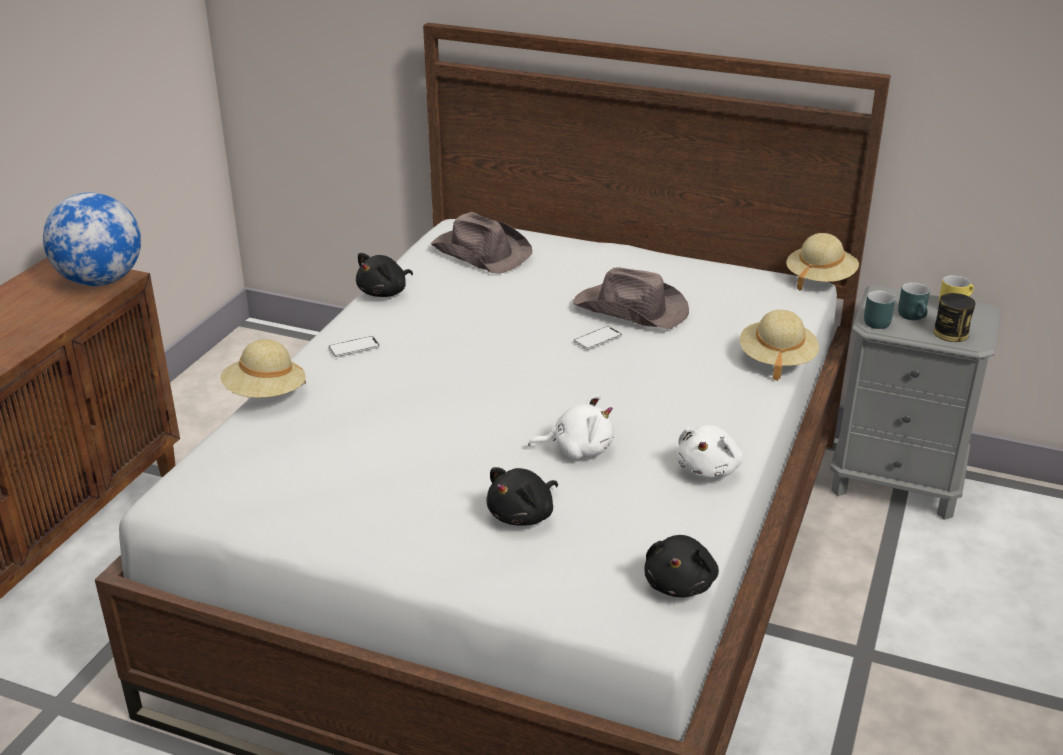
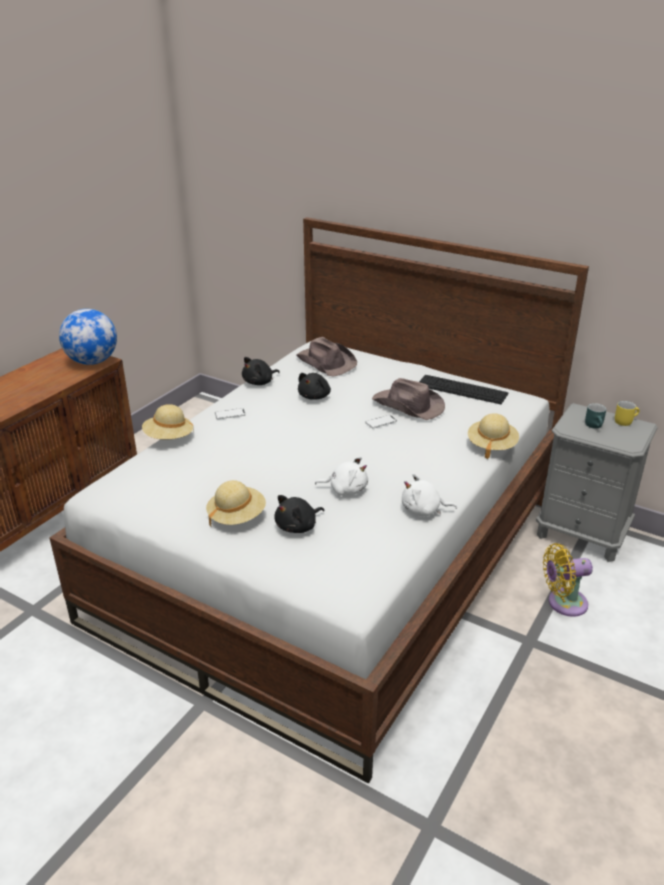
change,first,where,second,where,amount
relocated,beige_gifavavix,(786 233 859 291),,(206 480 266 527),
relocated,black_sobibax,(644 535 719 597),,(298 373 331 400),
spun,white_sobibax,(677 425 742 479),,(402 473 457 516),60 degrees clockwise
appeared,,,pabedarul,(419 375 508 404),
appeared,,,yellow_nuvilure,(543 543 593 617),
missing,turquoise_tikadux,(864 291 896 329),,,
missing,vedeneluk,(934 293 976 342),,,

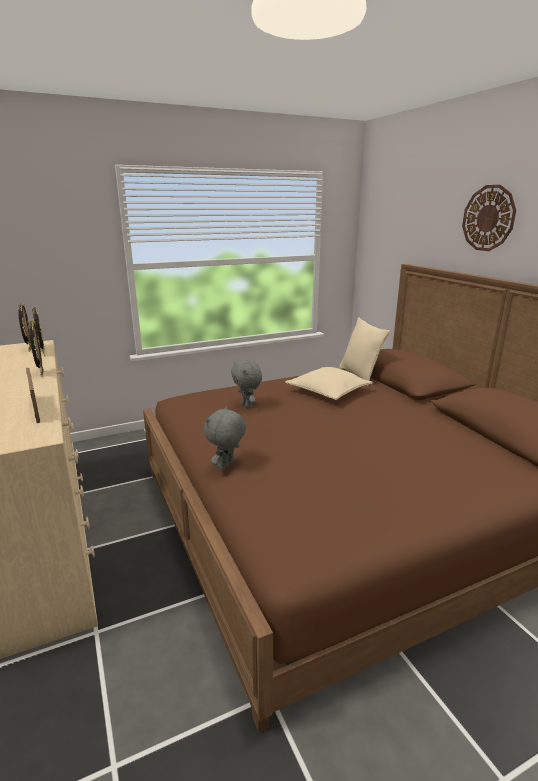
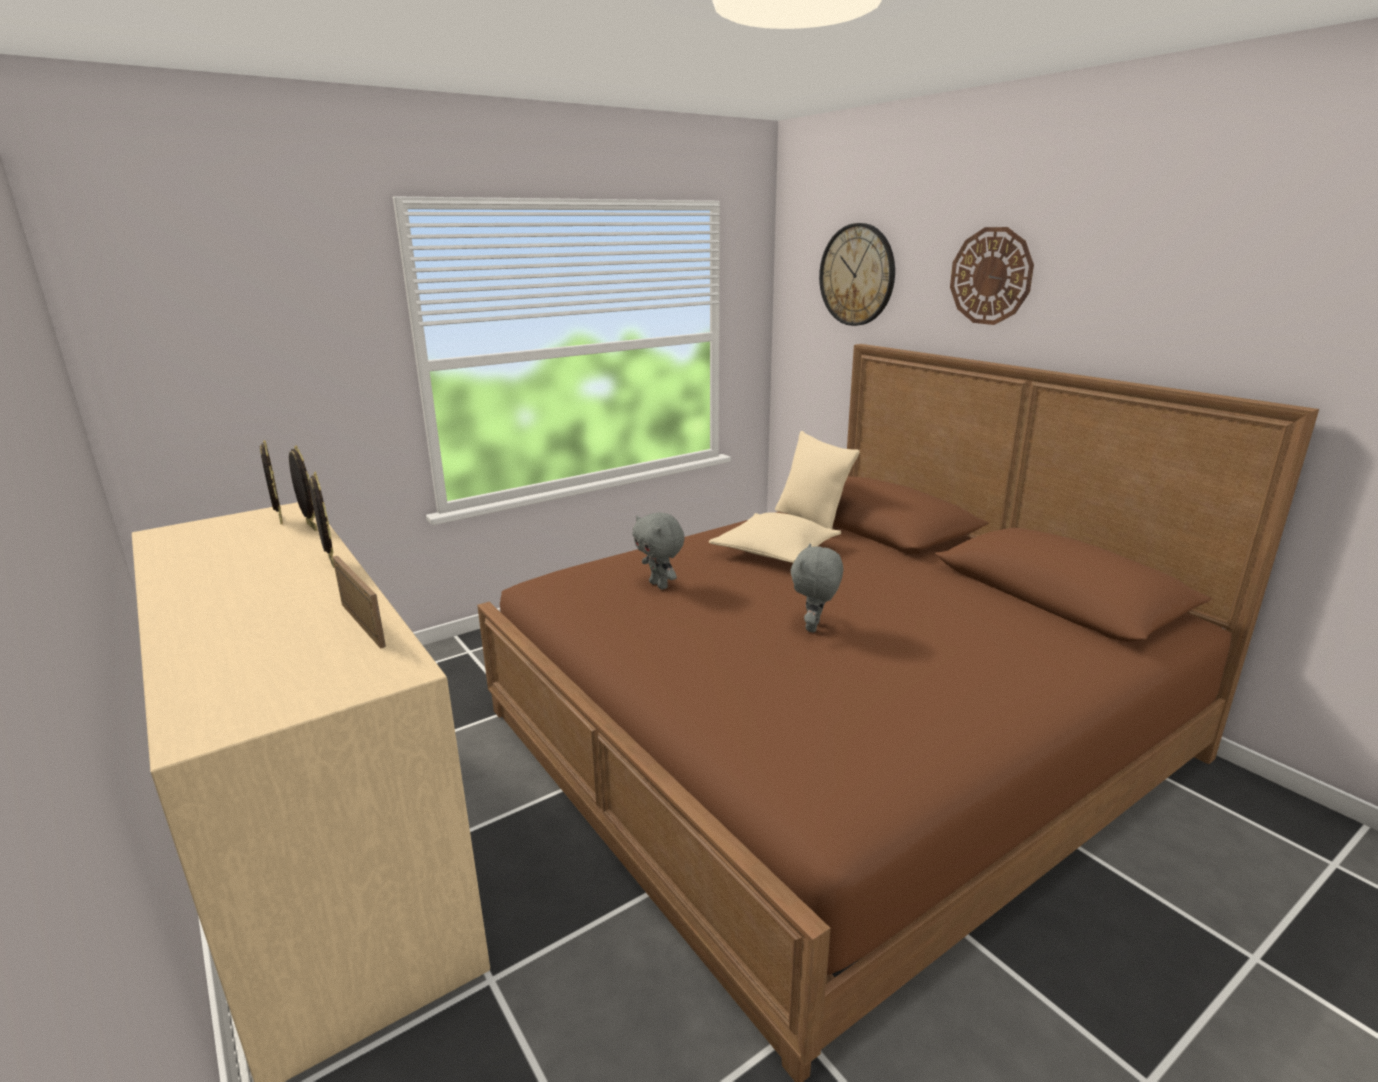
change,first,where,second,where,amount
relocated,grey_sobibax,(204 407 246 470),,(791 543 843 633),
appeared,,,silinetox,(819 223 895 326),

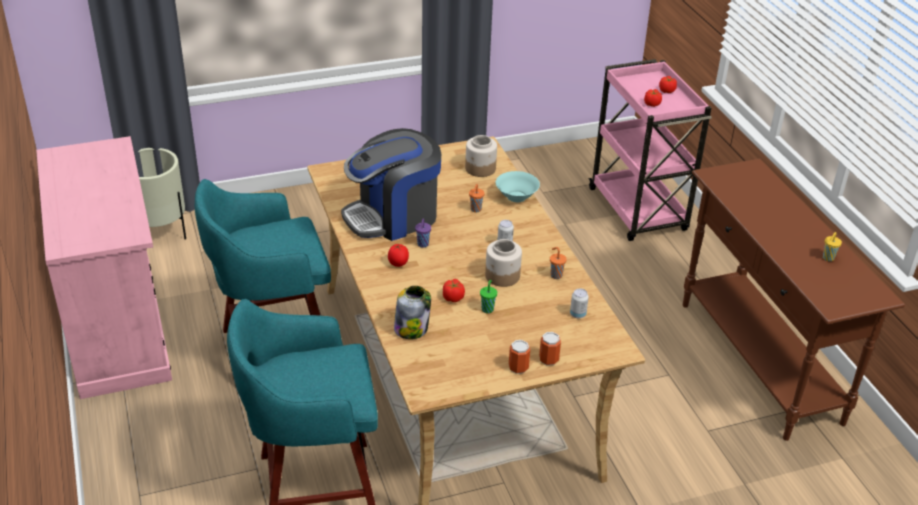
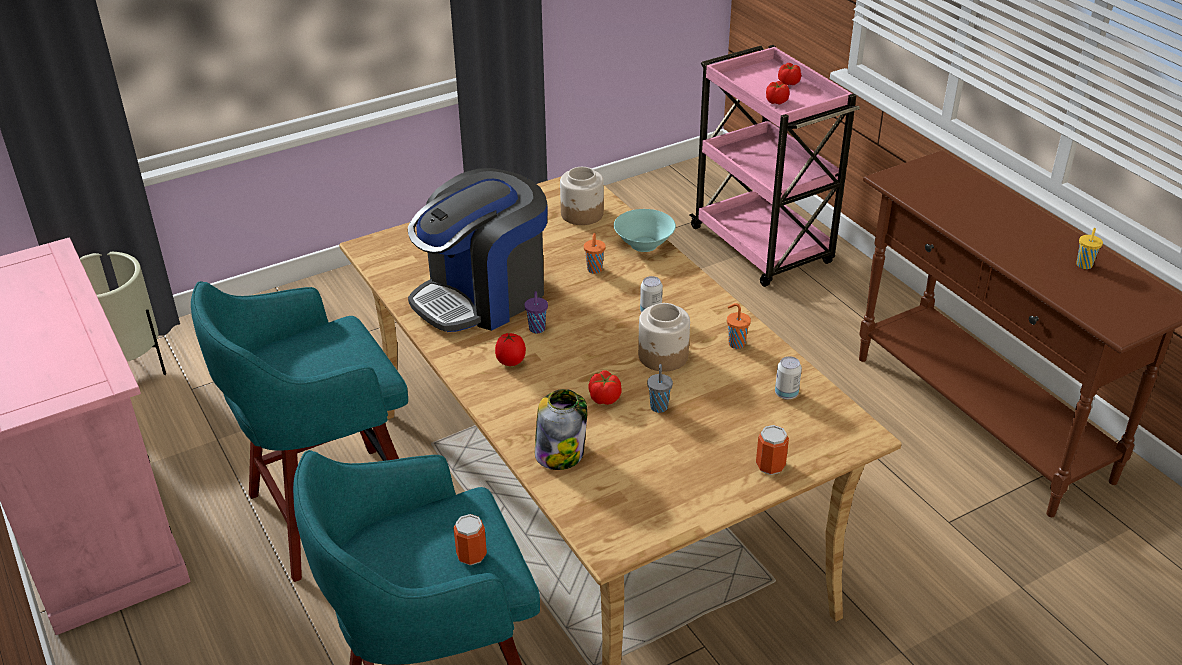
change,first,where,second,where,amount
relocated,vedeneluk,(509 340 530 374),,(453 514 487 565),
colour,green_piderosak,(480 280 497 313),grey_piderosak,(647 364 673 413),

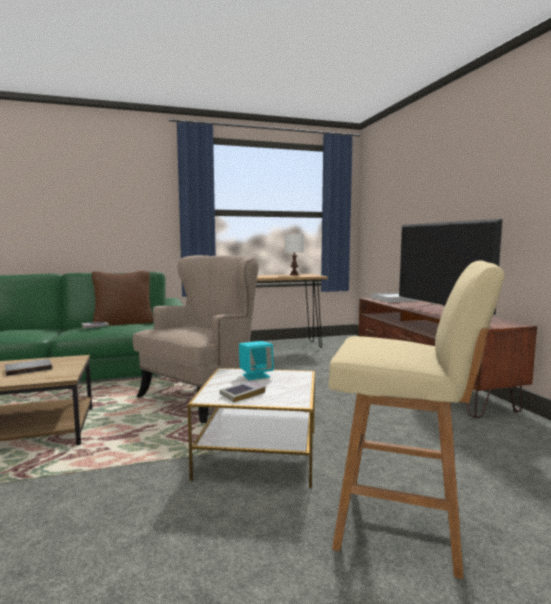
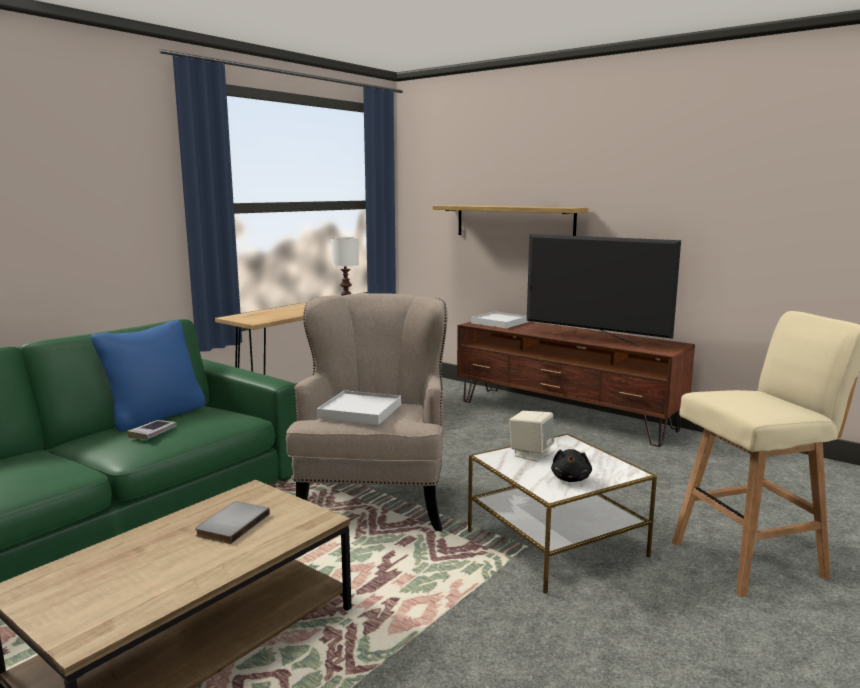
change,first,where,second,where,amount
colour,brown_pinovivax,(92 270 153 325),blue_pinovivax,(91 320 205 431),
appeared,,,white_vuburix,(317 390 401 425),
appeared,,,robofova,(433 205 589 236),
colour,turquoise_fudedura,(239 341 274 380),beige_fudedura,(509 411 554 461),
exchanged,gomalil,(220 381 266 402),black_sobibax,(551 449 592 482),

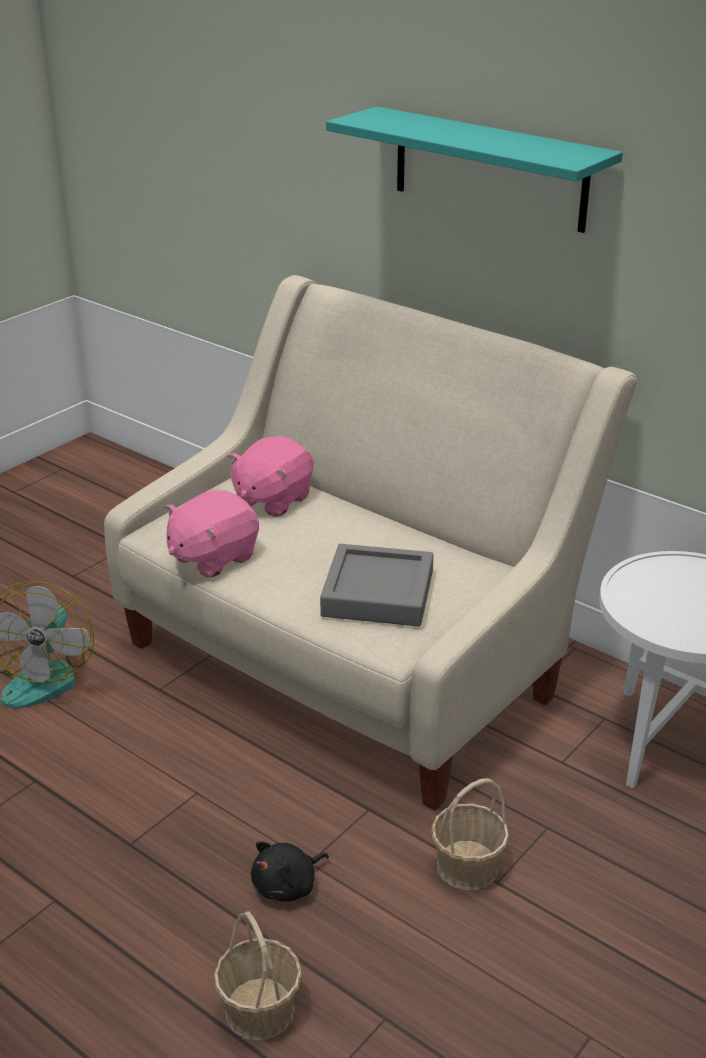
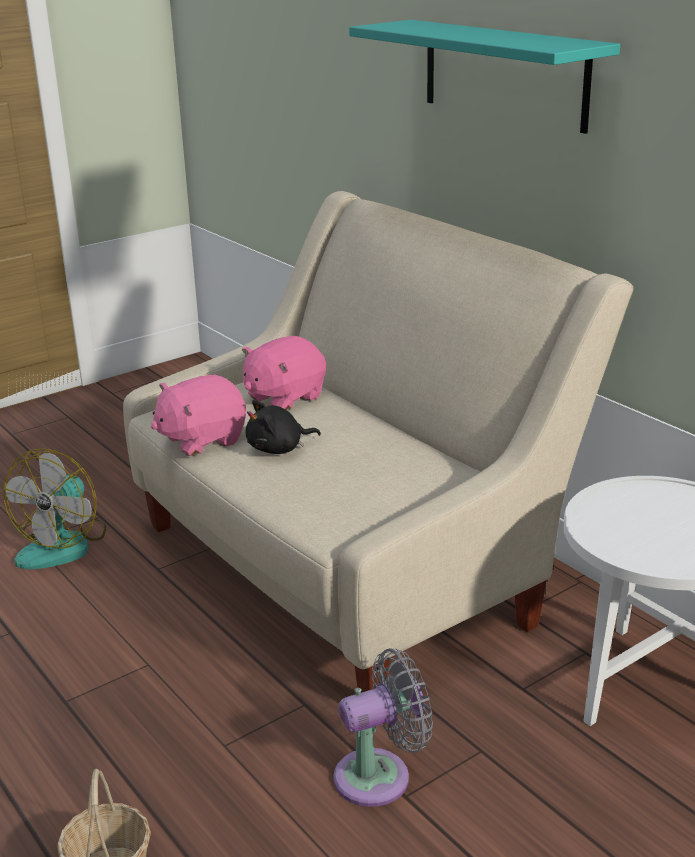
change,first,where,second,where,amount
relocated,black_sobibax,(251 841 329 902),,(246 400 321 454),
exchanged,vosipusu,(431 778 509 890),grey_nuvilure,(334 648 433 807),
missing,grey_vuburix,(320 544 433 627),,,

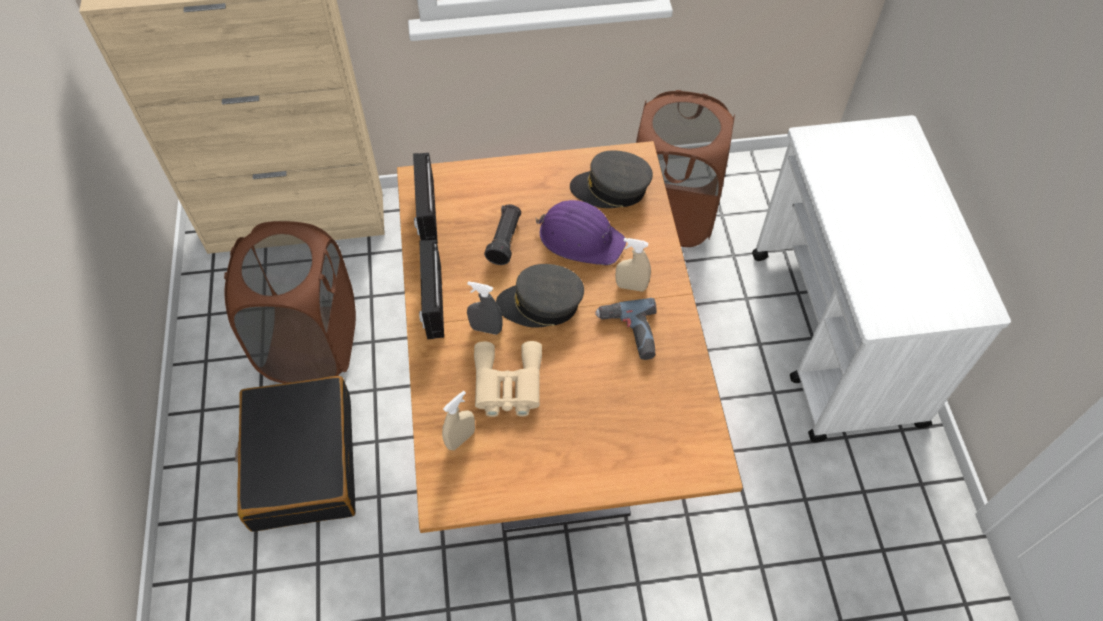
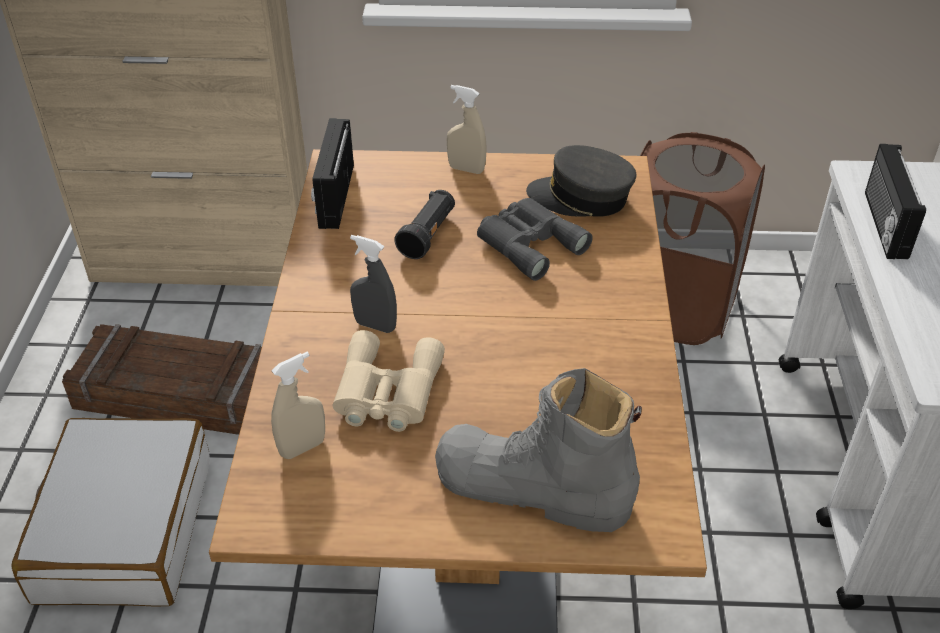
change,first,where,second,where,amount
colour,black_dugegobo,(235 376 356 532),white_dugegobo,(12 418 210 607),
exchanged,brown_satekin,(224 221 356 383),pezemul,(62 324 262 435),
appeared,,,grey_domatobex,(435 368 642 532),
relocated,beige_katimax,(615 238 651 292),,(446 85 487 174),
exchanged,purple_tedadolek,(535 200 626 265),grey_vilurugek,(477 198 593 281),
relocated,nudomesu,(419 240 444 339),,(865 144 926 259),
missing,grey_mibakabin,(496 264 584 328),,,
missing,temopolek,(595 298 657 360),,,

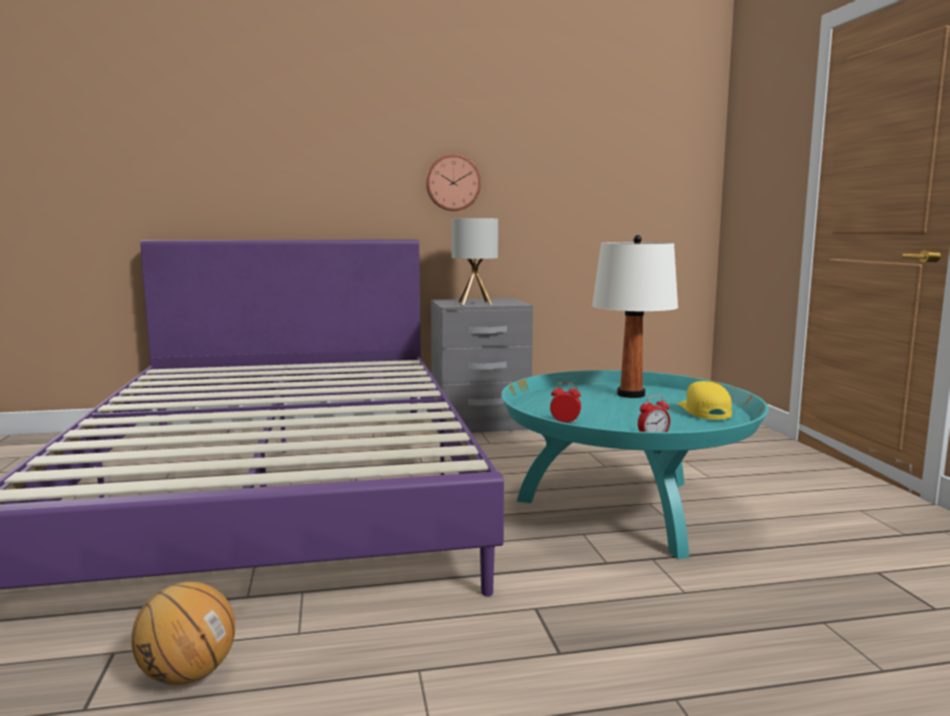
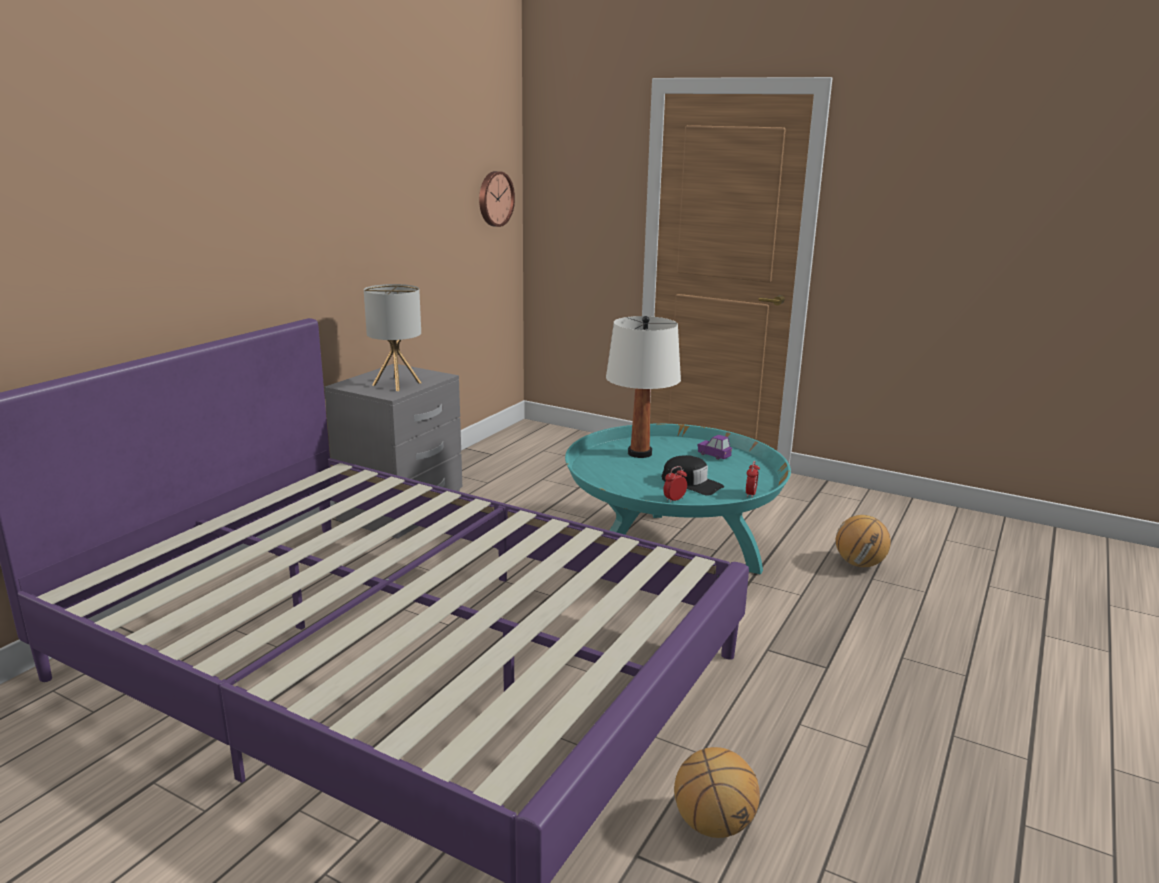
change,first,where,second,where,amount
relocated,silinetox,(426 154 481 211),,(479 171 515 227),
appeared,,,black_mibakabin,(662 455 724 496),
exchanged,yellow_mibakabin,(677 381 732 420),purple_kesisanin,(698 435 732 460),
appeared,,,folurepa,(836 515 891 567),

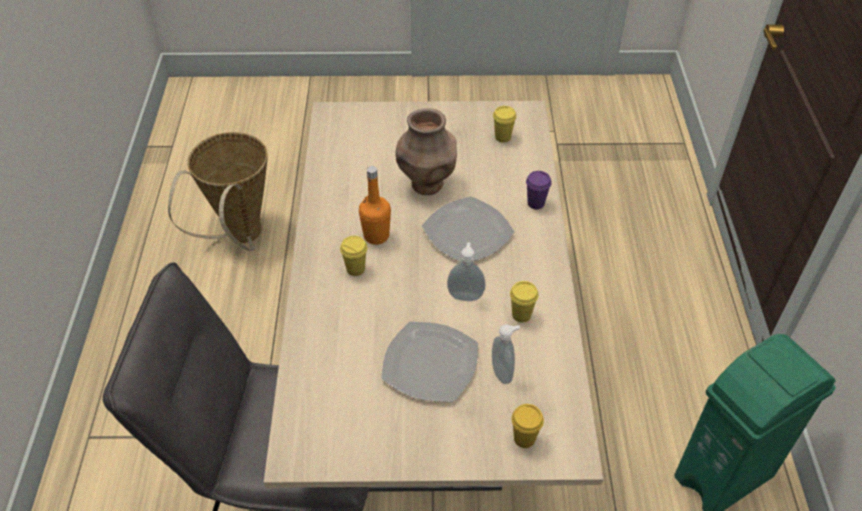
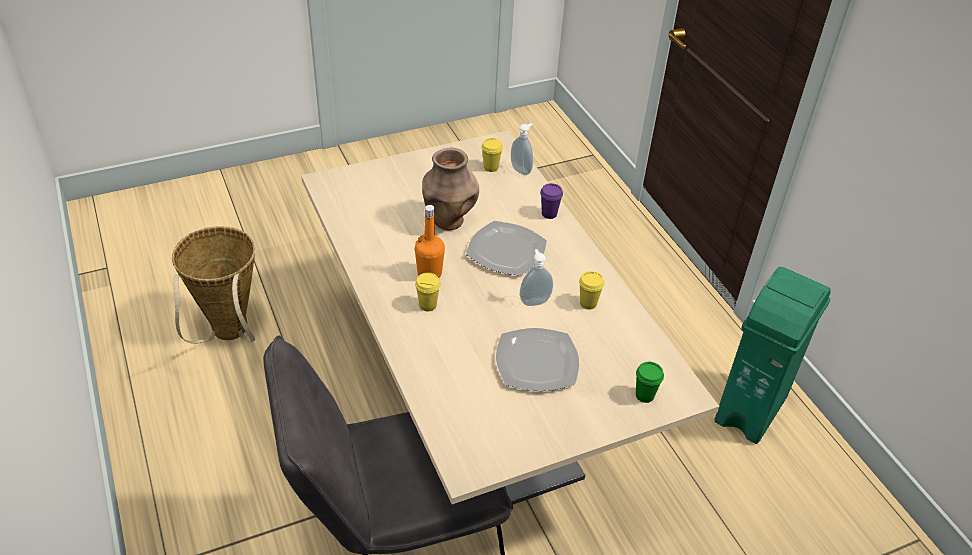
change,first,where,second,where,amount
relocated,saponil,(492 325 520 384),,(511 123 533 175),
colour,yellow_piderosak,(511 404 544 448),green_piderosak,(636 362 664 403),

